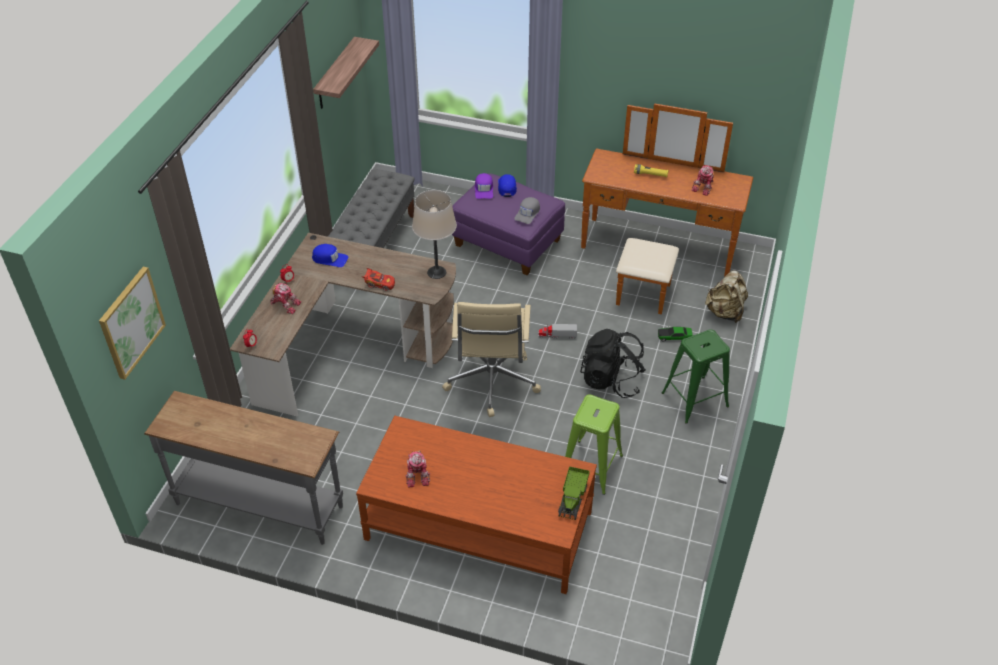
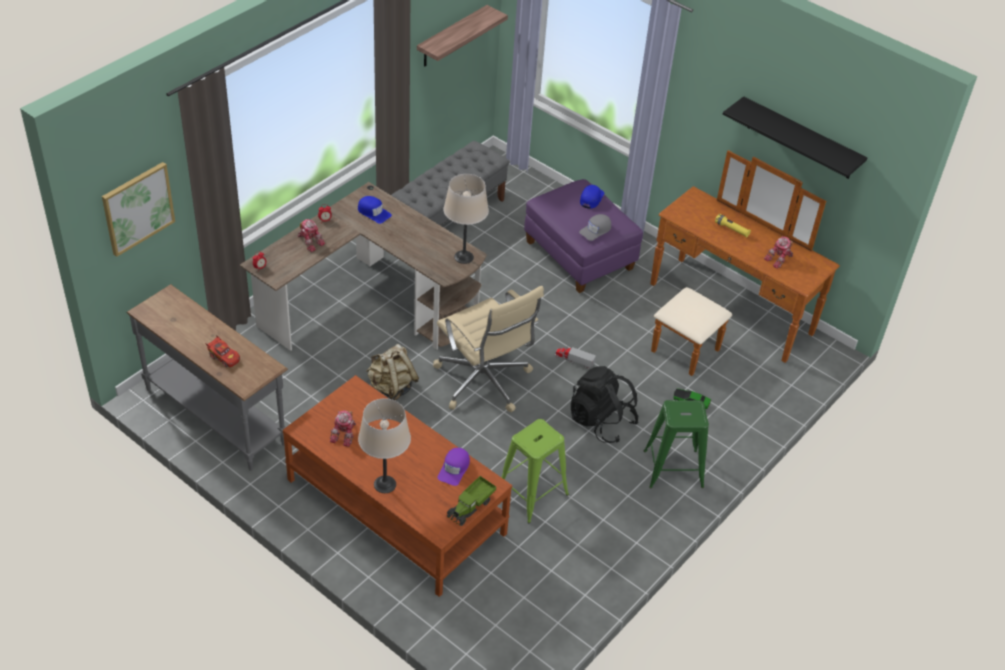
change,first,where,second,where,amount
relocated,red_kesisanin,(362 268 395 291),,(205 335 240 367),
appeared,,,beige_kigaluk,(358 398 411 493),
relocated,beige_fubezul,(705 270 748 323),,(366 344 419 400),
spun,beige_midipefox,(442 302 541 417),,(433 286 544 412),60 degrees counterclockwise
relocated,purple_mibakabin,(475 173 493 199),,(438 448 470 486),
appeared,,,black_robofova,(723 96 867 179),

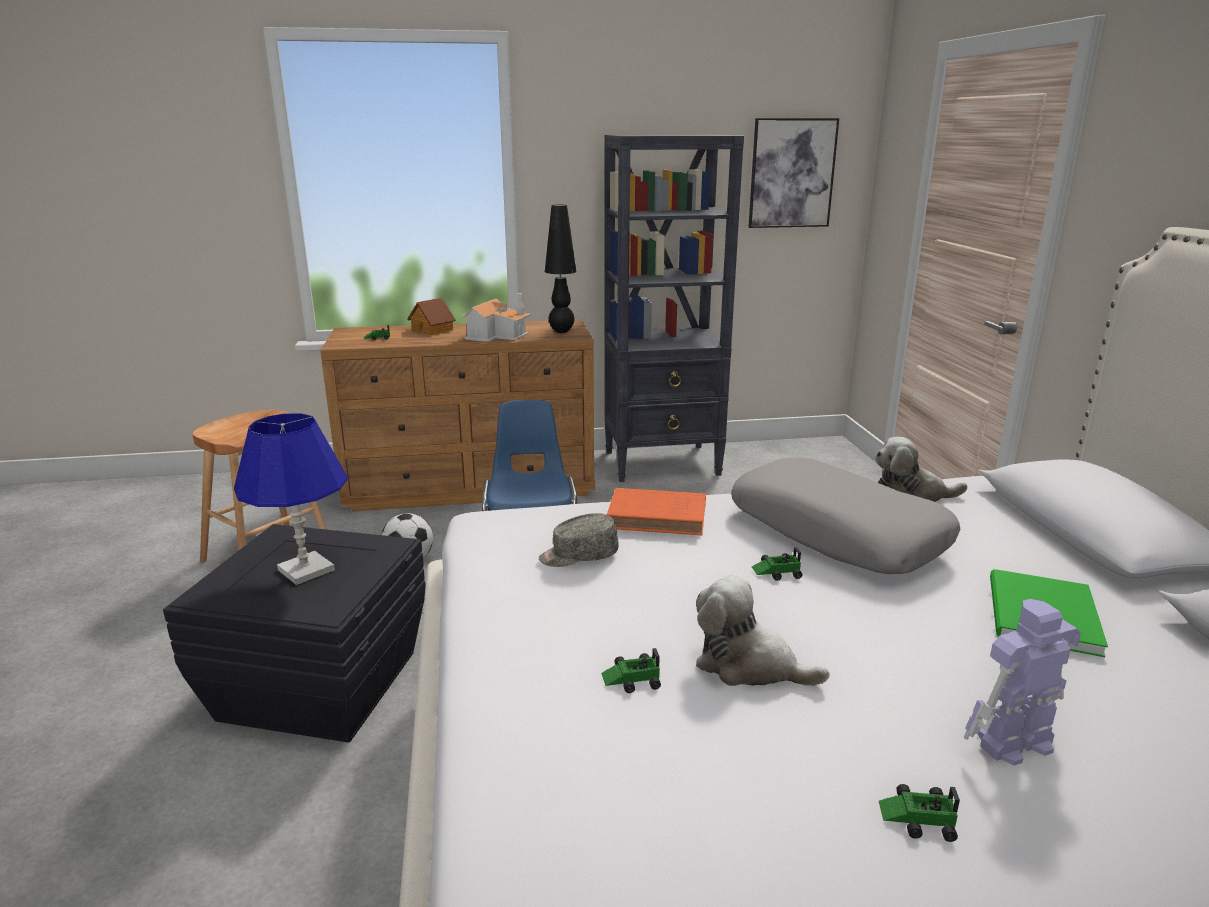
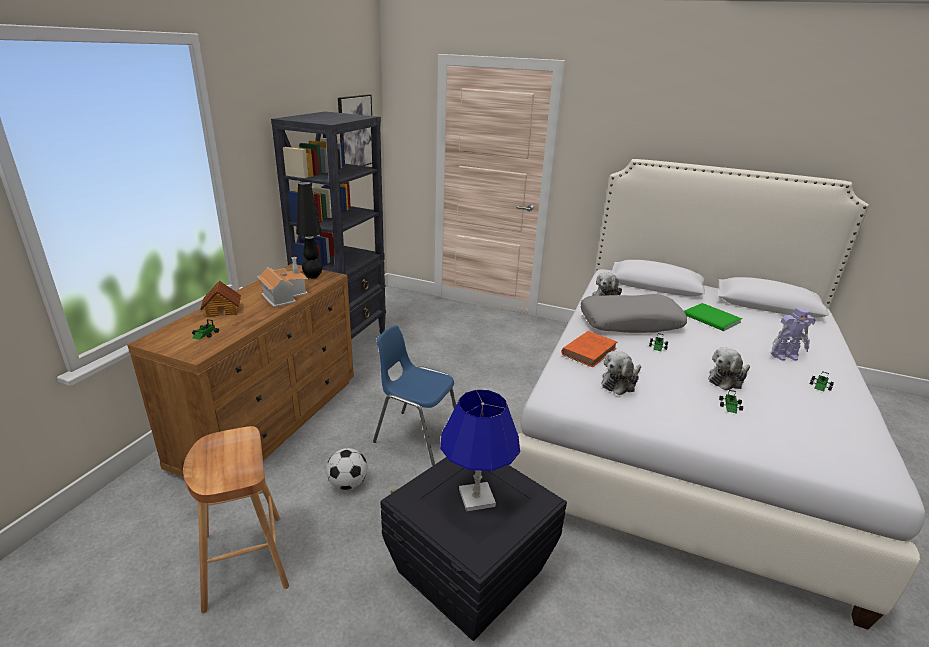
change,first,where,second,where,amount
exchanged,grey_mibakabin,(539 513 619 567),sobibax,(601 351 641 395),
spun,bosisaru,(964 599 1081 766),,(771 309 816 361),105 degrees counterclockwise

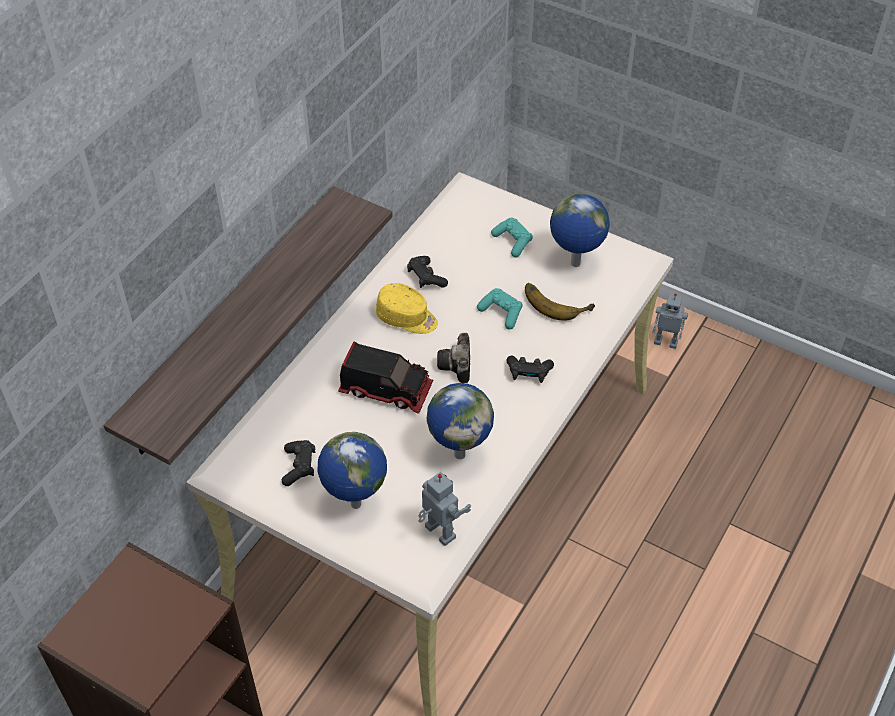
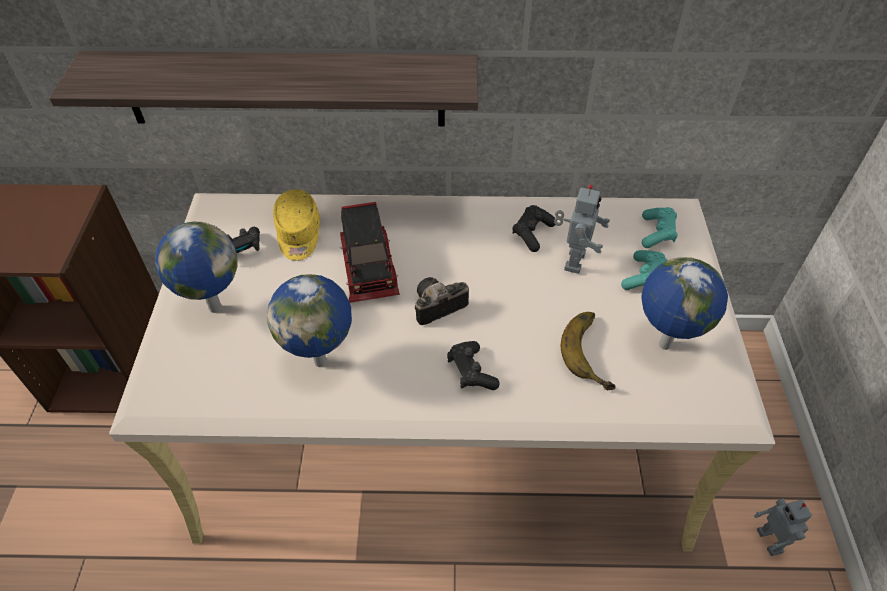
change,first,where,second,where,amount
relocated,yellow_mibakabin,(376 283 438 334),,(273 189 320 261),
relocated,bosisaru,(419 472 471 546),,(554 185 610 274),
relocated,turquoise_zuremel,(477 288 523 330),,(642 207 678 248),

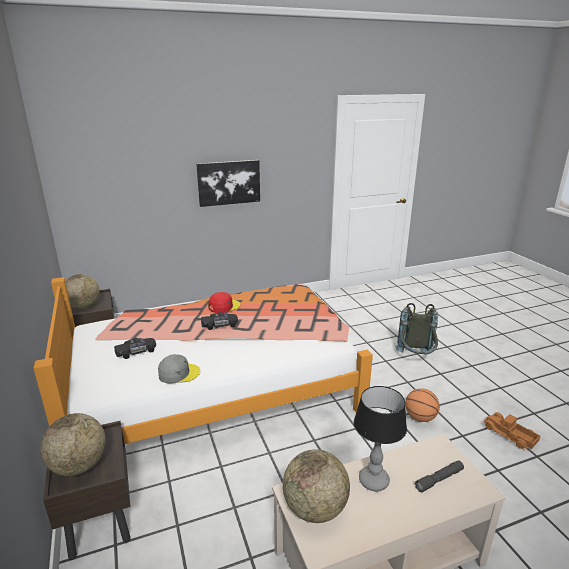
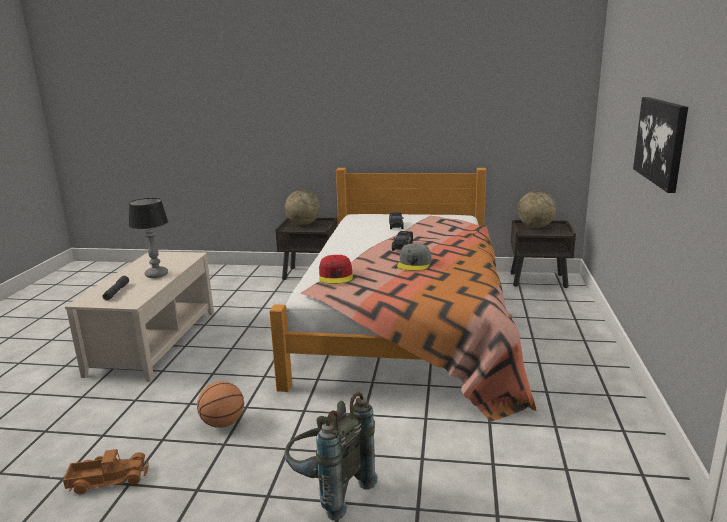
change,first,where,second,where,amount
relocated,red_mibakabin,(208 292 240 313),,(319 255 353 284),
relocated,grey_mibakabin,(158 354 200 384),,(397 244 431 271),
missing,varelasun,(283 449 350 523),,,

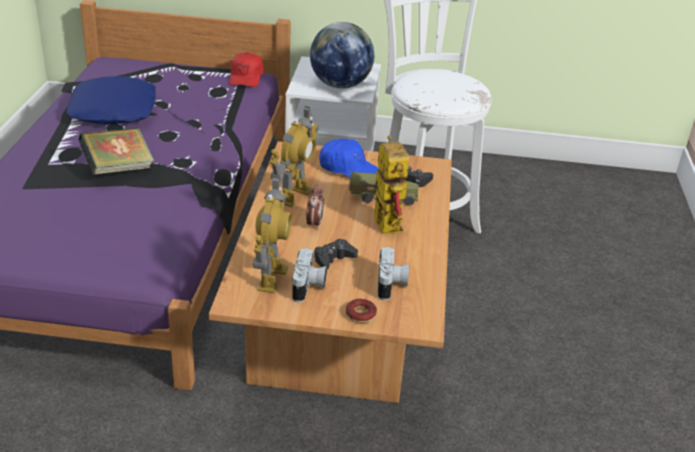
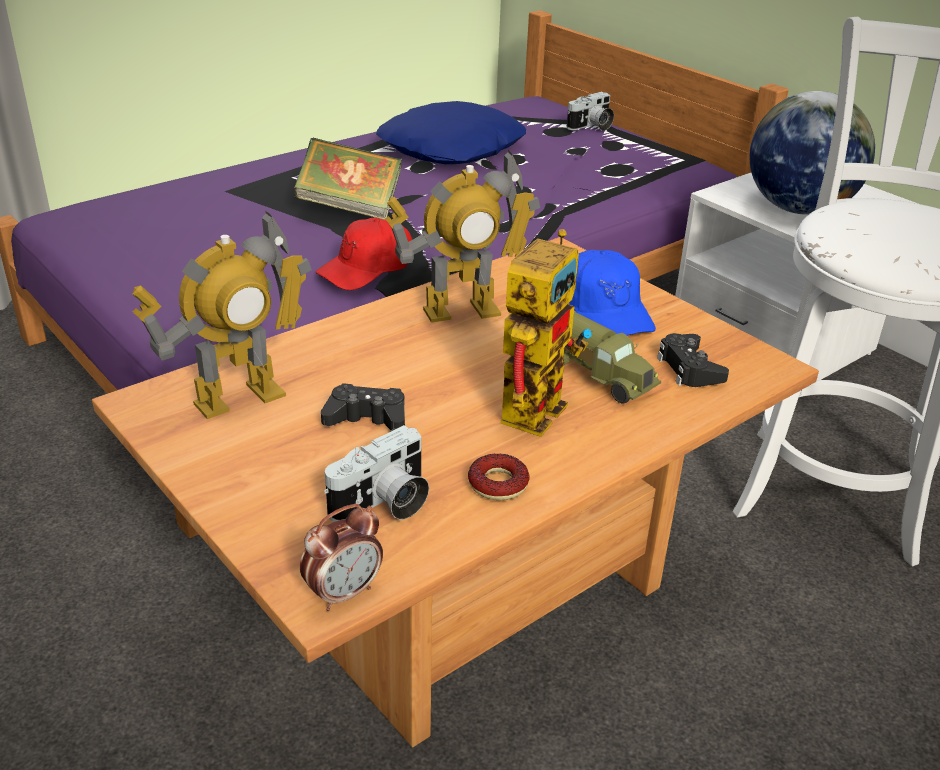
change,first,where,second,where,amount
relocated,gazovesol,(306 185 324 230),,(300 504 383 611),
relocated,red_mibakabin,(229 52 264 87),,(316 217 412 290),
relocated,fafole,(346 299 377 323),,(468 454 530 500),
relocated,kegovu,(292 248 327 302),,(566 92 614 131),

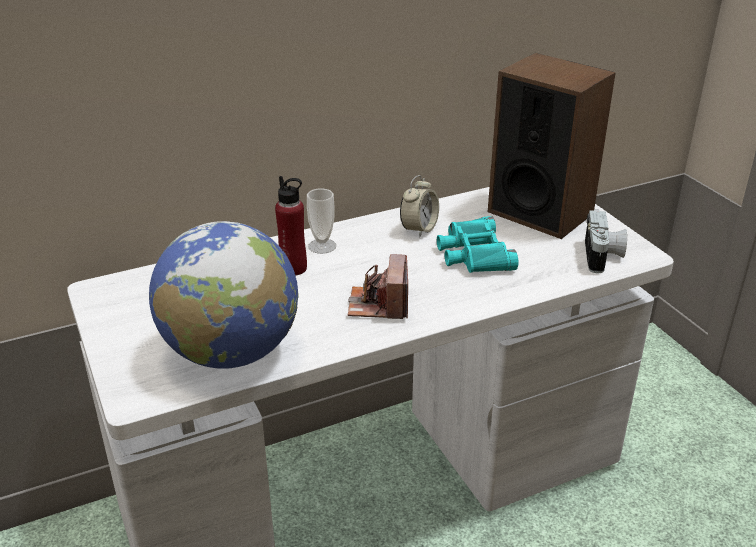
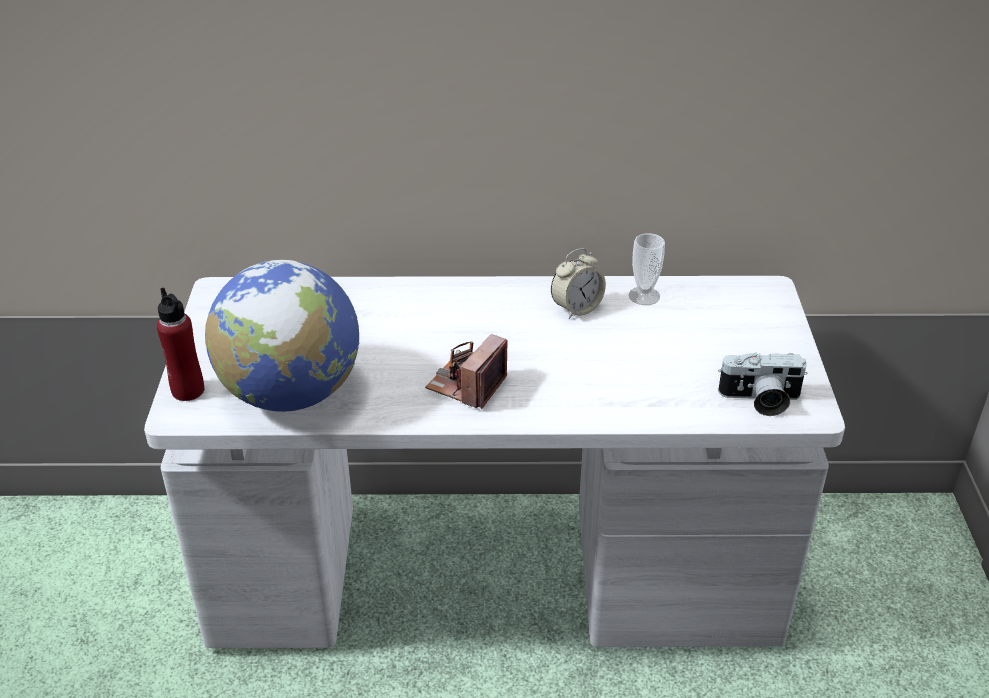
change,first,where,second,where,amount
relocated,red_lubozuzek,(275 176 307 276),,(157 287 204 401),
relocated,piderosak,(307 188 336 254),,(629 233 665 305),
spun,kegovu,(585 209 627 273),,(718 353 808 416),60 degrees clockwise
missing,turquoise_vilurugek,(437 216 519 273),,,
missing,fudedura,(488 53 616 239),,,

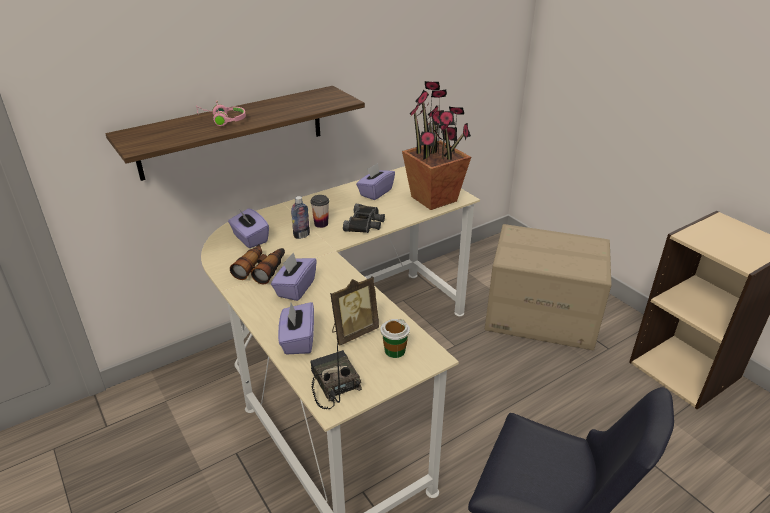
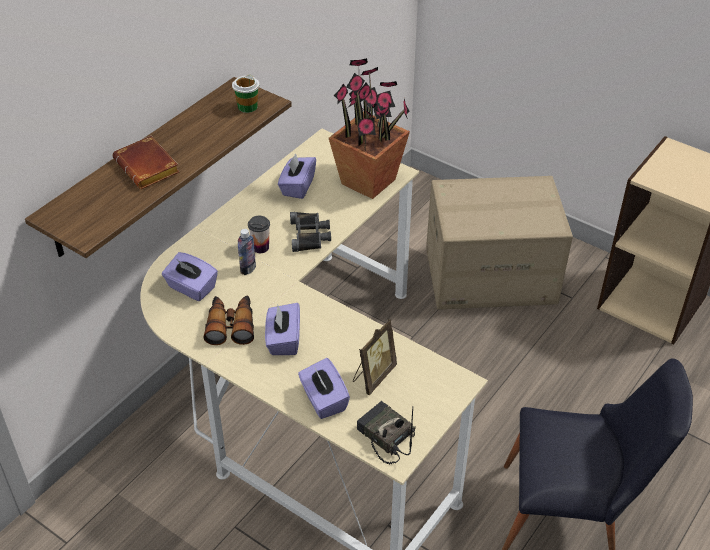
change,first,where,second,where,amount
exchanged,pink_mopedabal,(196 101 246 126),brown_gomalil,(112 136 180 189),
relocated,piderosak,(380 319 410 358),,(232 75 260 113),

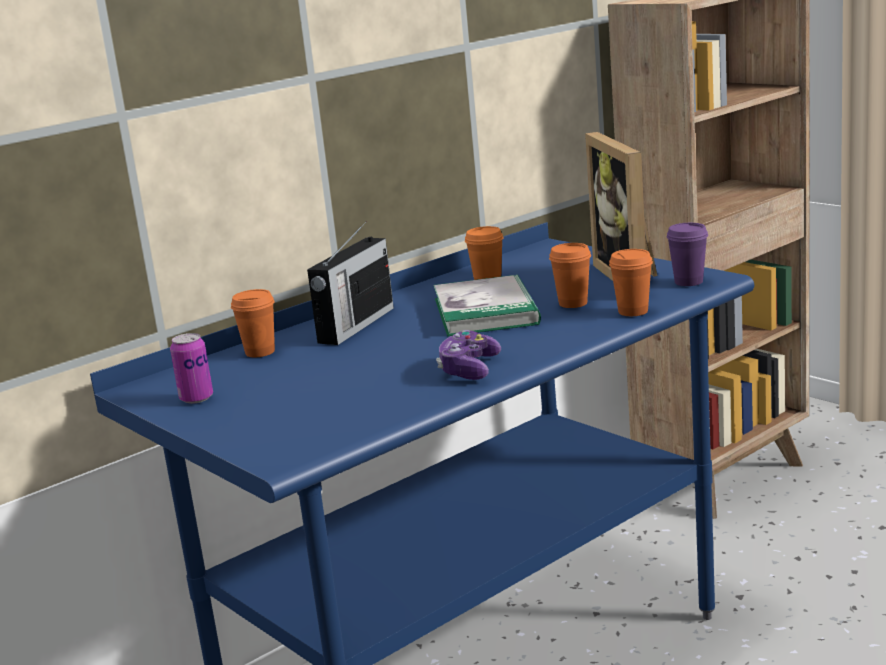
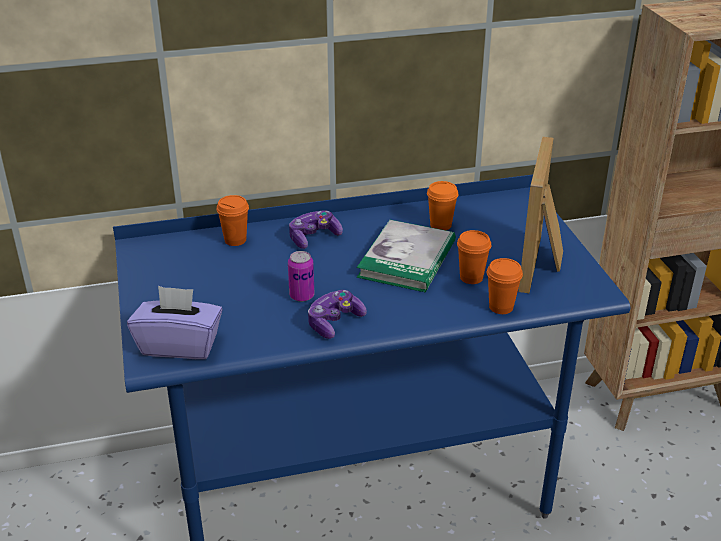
change,first,where,second,where,amount
appeared,,,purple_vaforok,(127 286 223 359),
relocated,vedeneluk,(170 333 213 404),,(288 251 314 302),
exchanged,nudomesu,(307 221 394 345),zuremel,(289 210 343 249),
missing,purple_piderosak,(667 223 708 286),,,

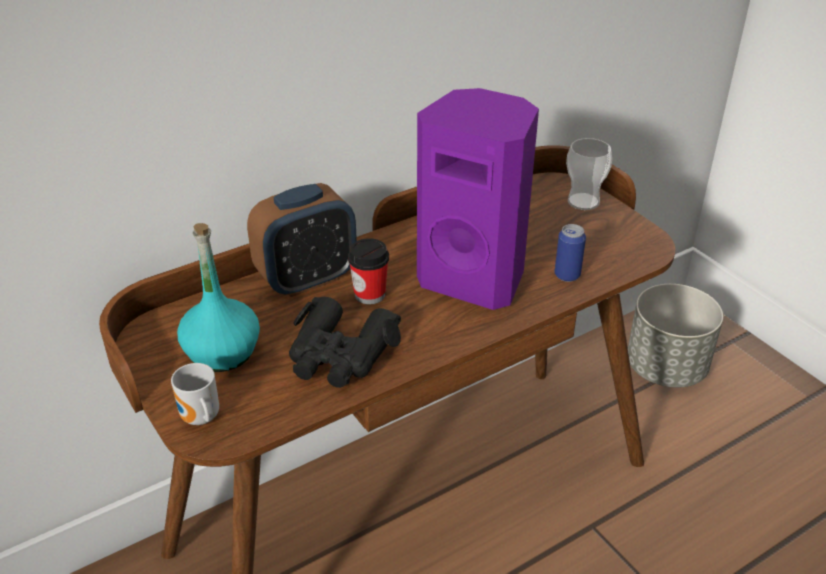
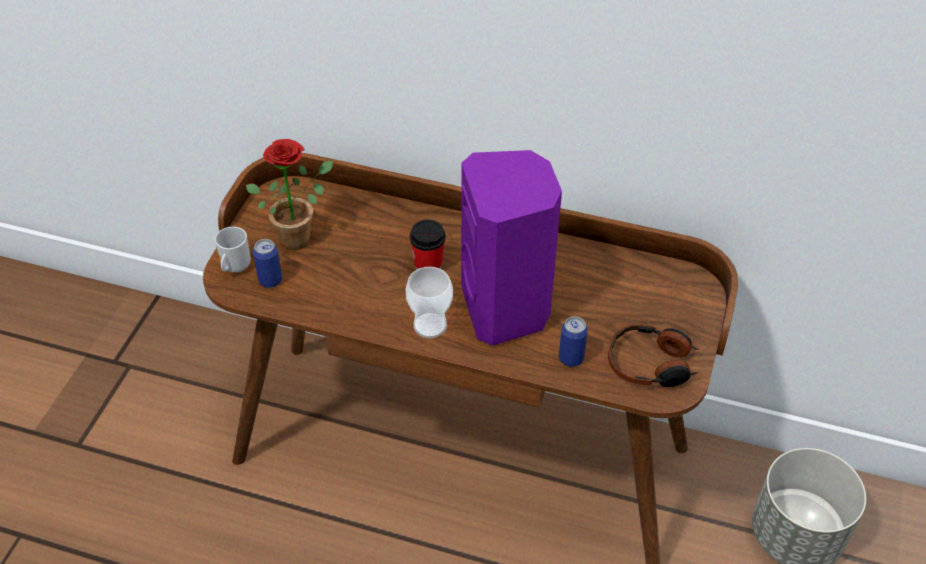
change,first,where,second,where,amount
exchanged,turquoise_lubozuzek,(177 223 260 372),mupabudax,(246 139 333 250),
appeared,,,vedeneluk,(253 239 282 288),
relocated,piderosak,(566 138 612 210),,(406 267 453 338),
appeared,,,mopedabal,(608 325 699 387),
missing,gazovesol,(247 183 357 297),,,
missing,black_vilurugek,(289 297 401 388),,,

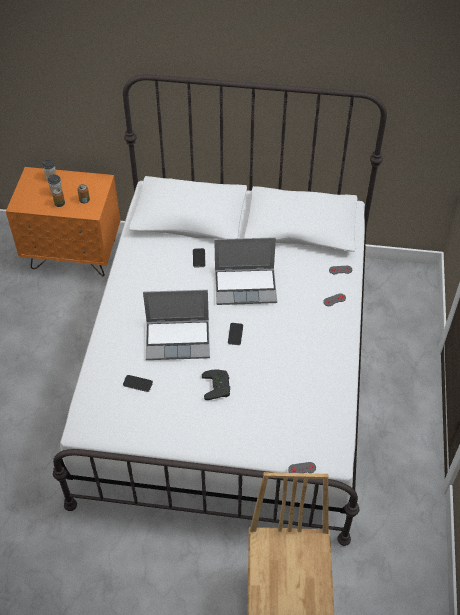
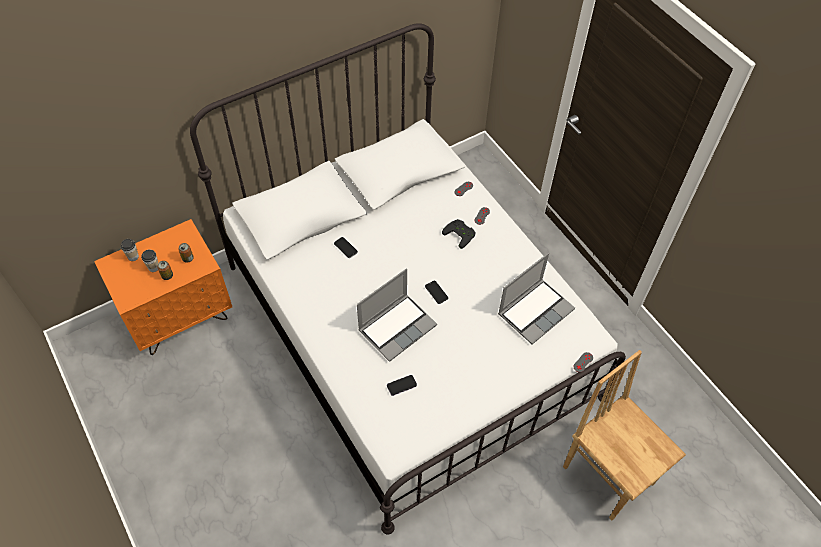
change,first,where,second,where,amount
relocated,black_zuremel,(202 370 230 400),,(442 219 476 249),
relocated,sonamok,(214 237 277 305),,(498 253 575 344),

